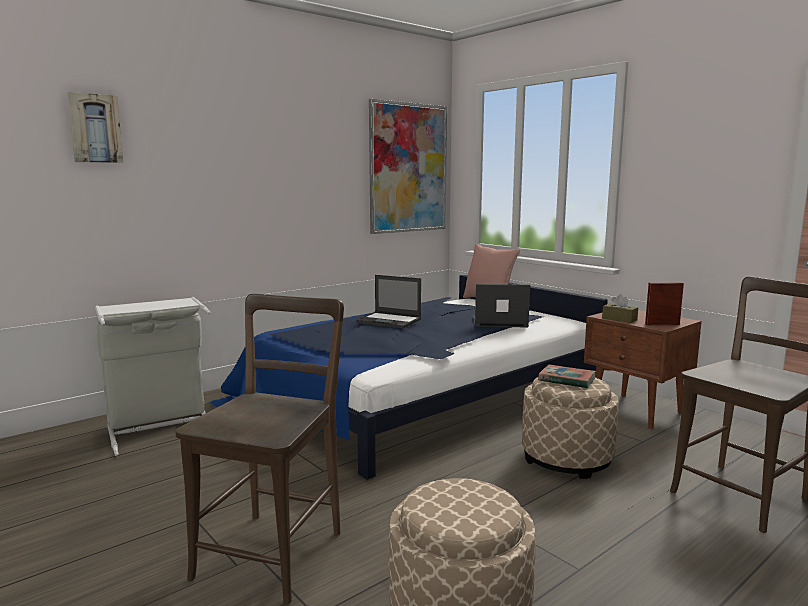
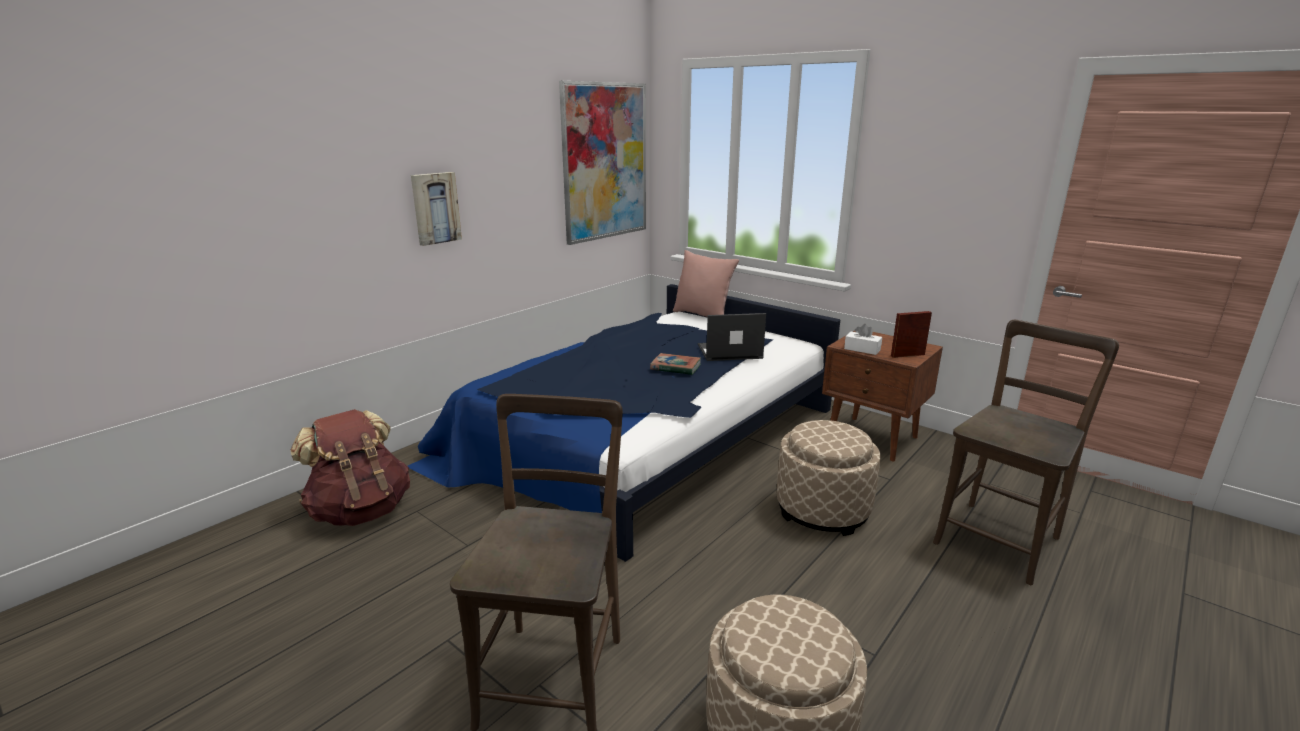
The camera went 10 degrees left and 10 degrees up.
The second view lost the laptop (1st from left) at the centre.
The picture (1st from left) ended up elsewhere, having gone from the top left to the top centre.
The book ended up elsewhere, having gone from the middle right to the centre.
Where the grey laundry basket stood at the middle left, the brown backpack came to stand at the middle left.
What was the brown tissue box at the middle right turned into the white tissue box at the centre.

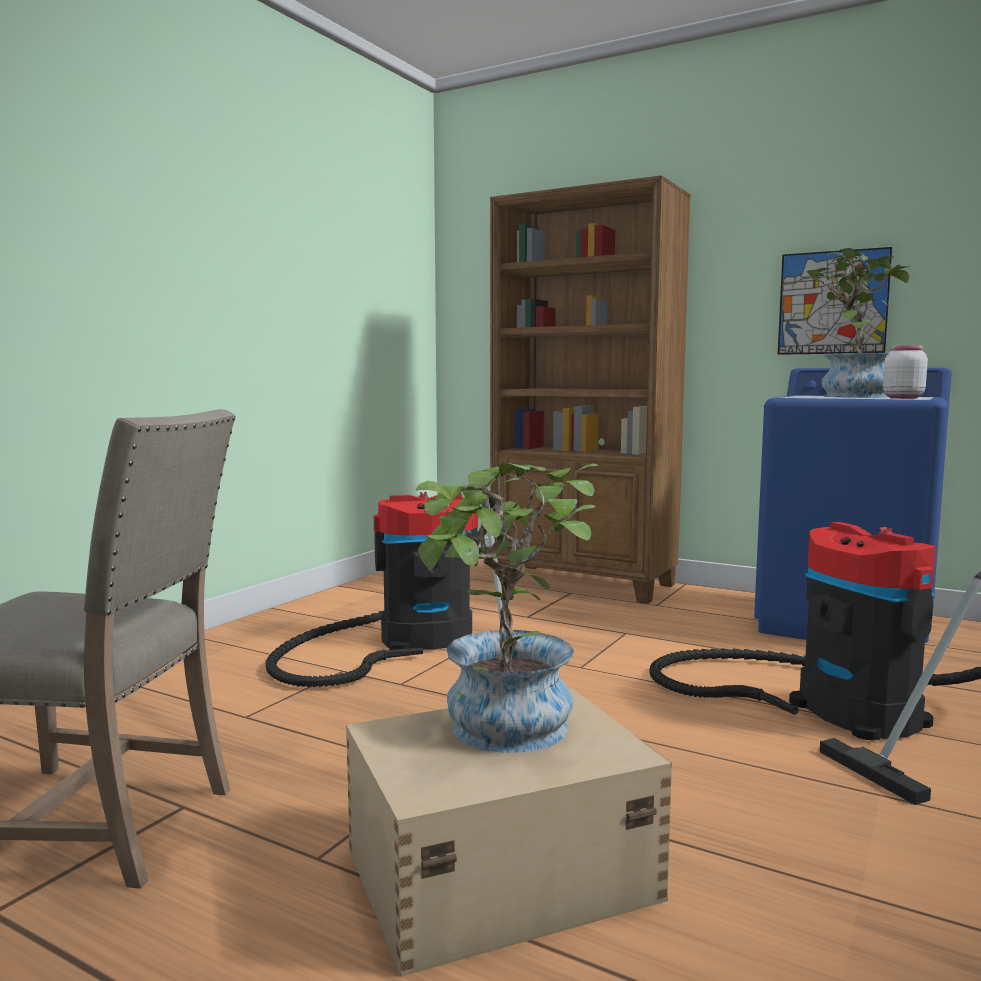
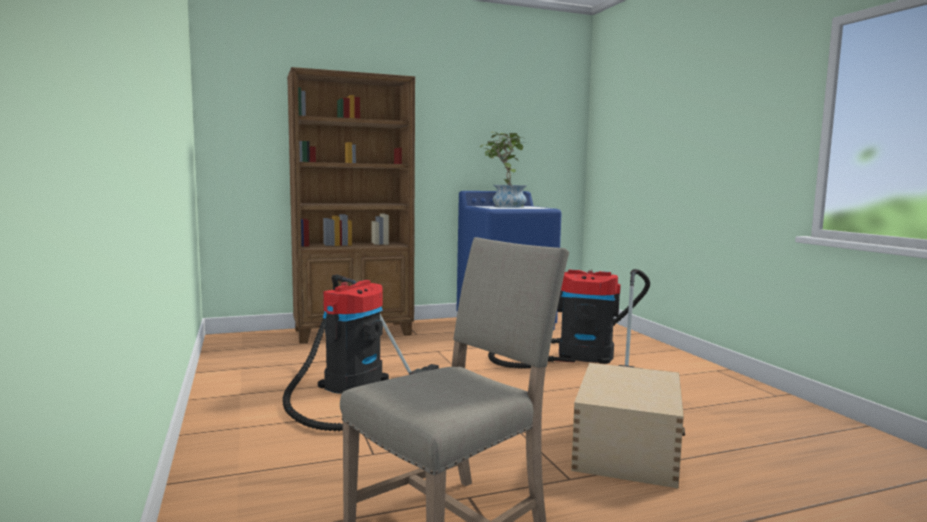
The camera went 50 degrees left and 0 degrees up.
The second view lost the potted plant (1st from left) at the centre.
The second view lost the picture at the top right.
The second view lost the white jar at the middle right.

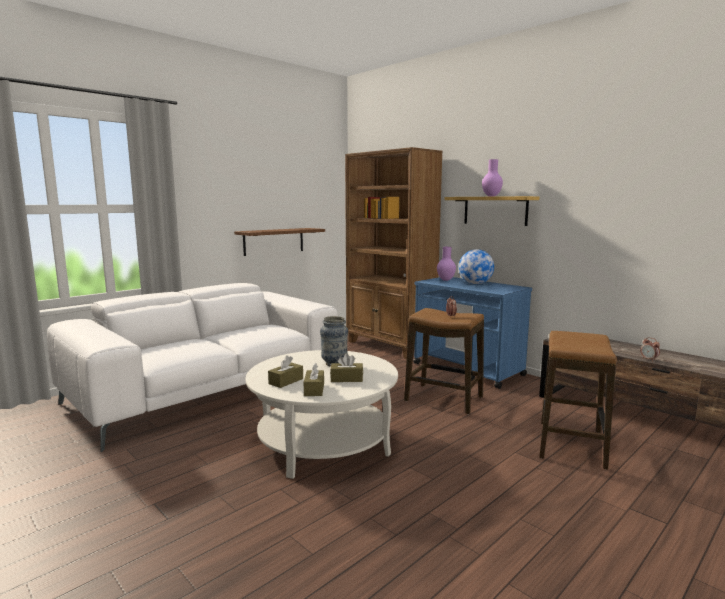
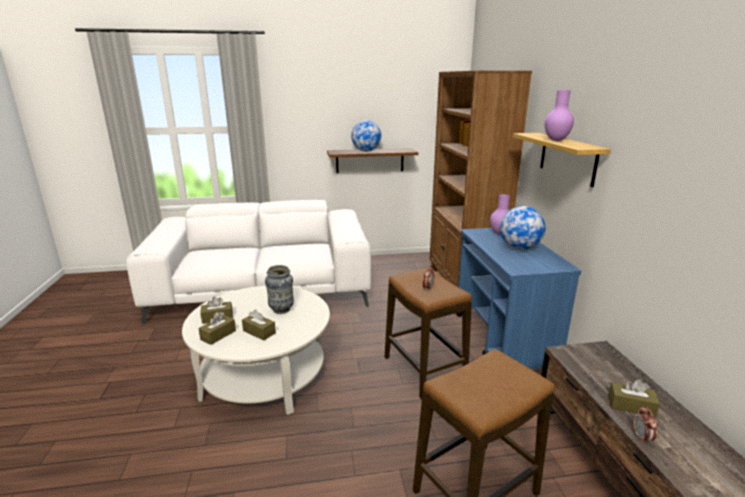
The camera went 35 degrees right and 10 degrees up.
The second view gained the globe (1st from left) at the top centre.
The second view gained the brown tissue box (4th from left) at the bottom right.

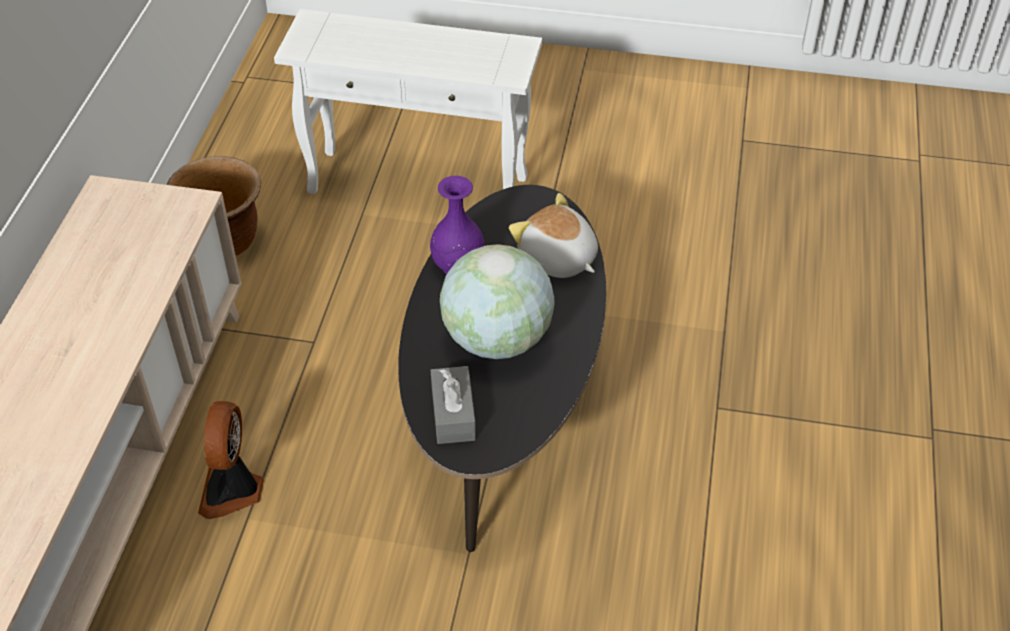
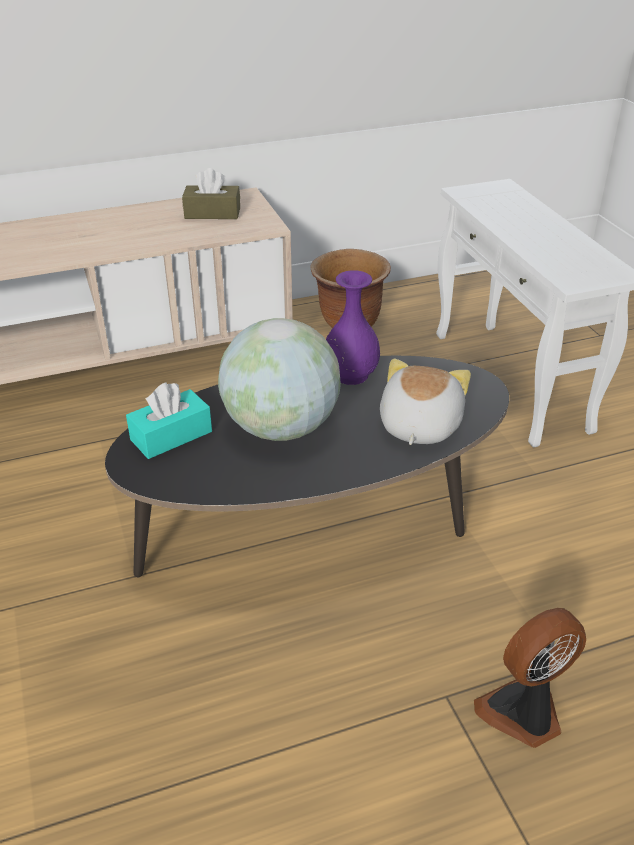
The camera went 60 degrees right and 10 degrees down.
The second view gained the brown tissue box at the top left.
The fan ended up elsewhere, having gone from the bottom left to the bottom right.
What was the grey tissue box at the centre turned into the turquoise tissue box at the middle left.

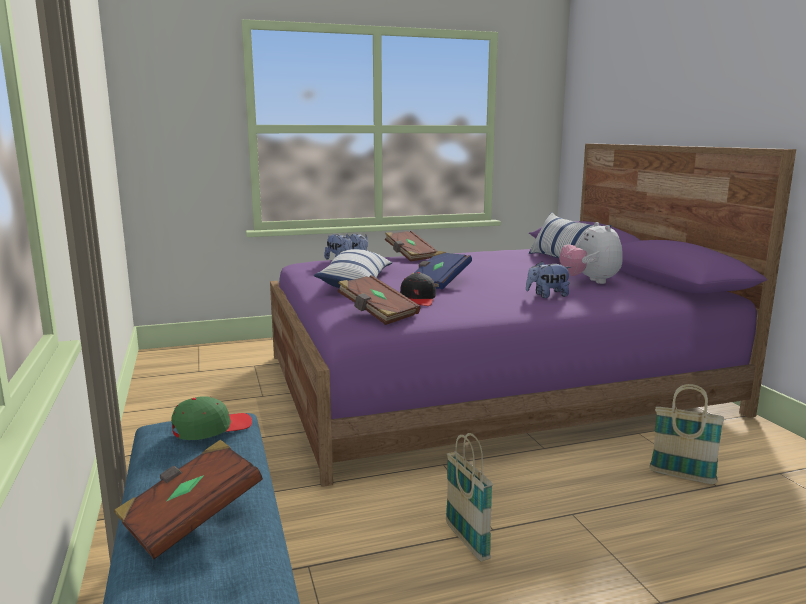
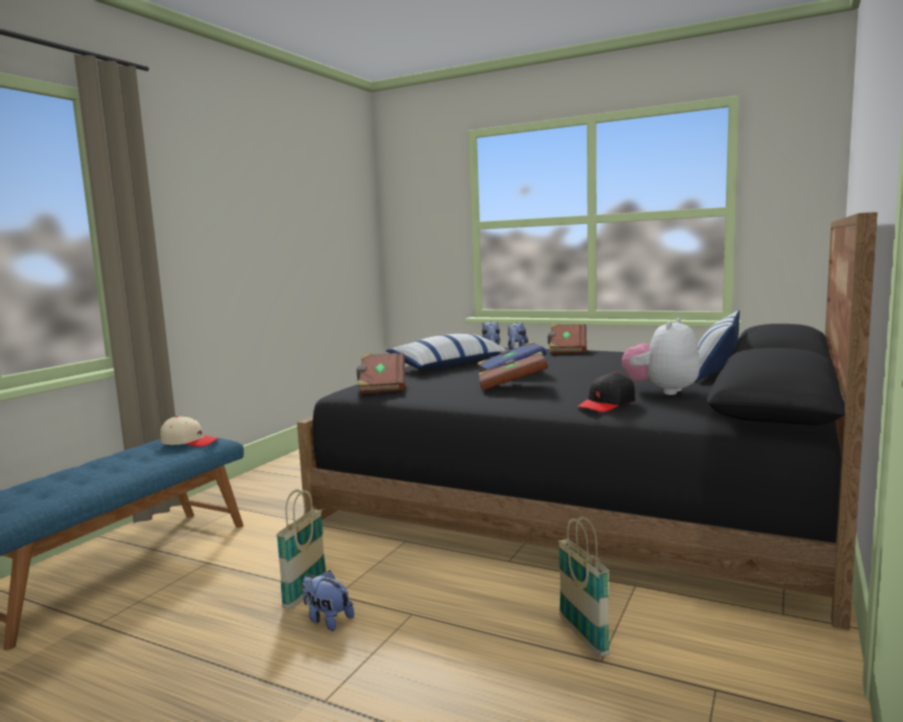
The camera went 45 degrees right and 5 degrees down.
The brown book (1st from left in the first image) ended up elsewhere, having gone from the bottom left to the centre.
The black cap ended up elsewhere, having gone from the centre to the middle right.
The plush toy (3rd from left in the first image) ended up elsewhere, having gone from the middle right to the bottom centre.
What was the green cap at the bottom left turned into the beige cap at the middle left.
What was the purple bed at the centre turned into the black bed at the centre.

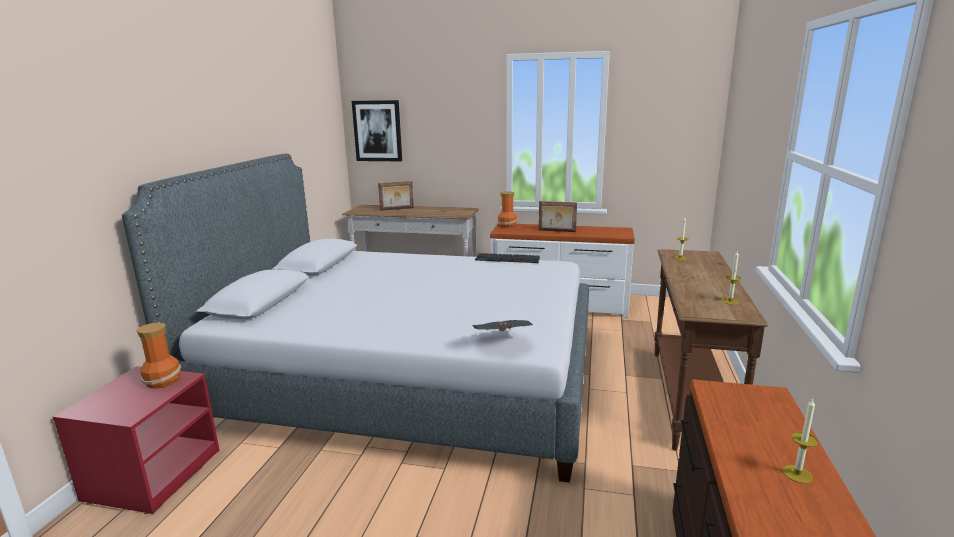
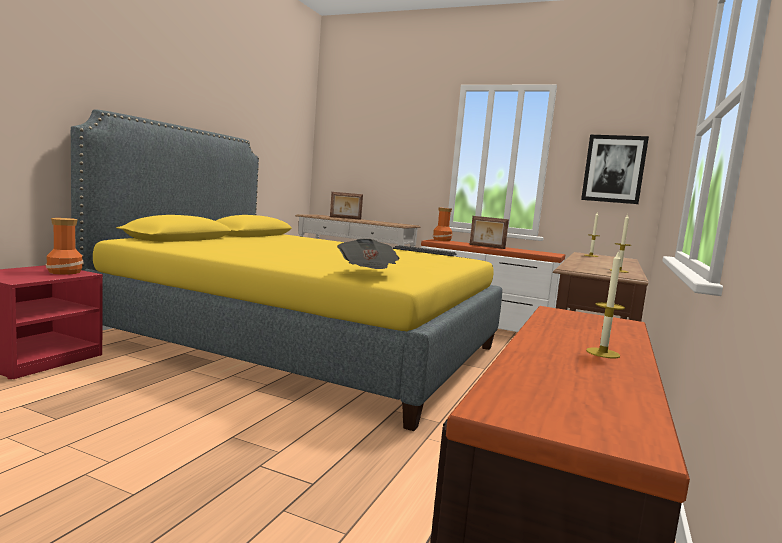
The camera went 10 degrees right and 10 degrees down.
The picture ended up elsewhere, having gone from the top centre to the top right.
What was the grey bed at the centre turned into the yellow bed at the centre.

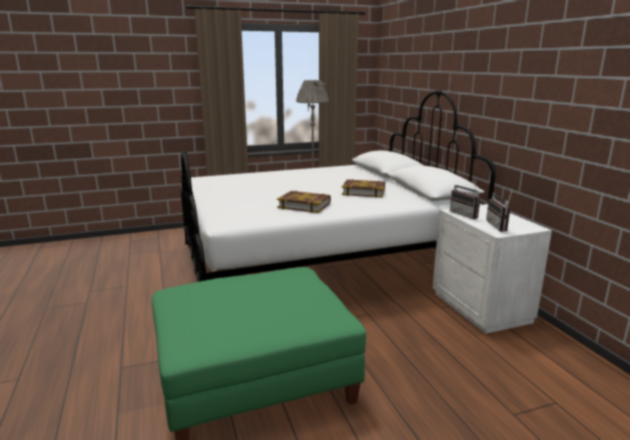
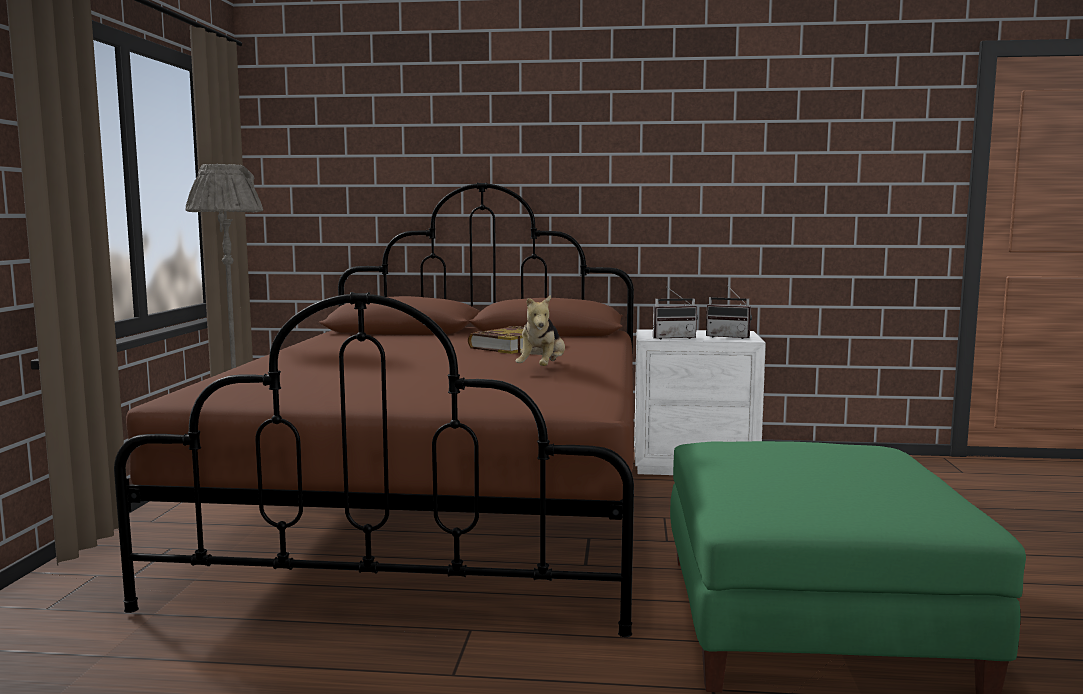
The camera went 65 degrees left and 10 degrees down.
Where the book (1st from left) stood at the centre, the plush toy came to stand at the centre.
What was the white bed at the centre turned into the brown bed at the centre.

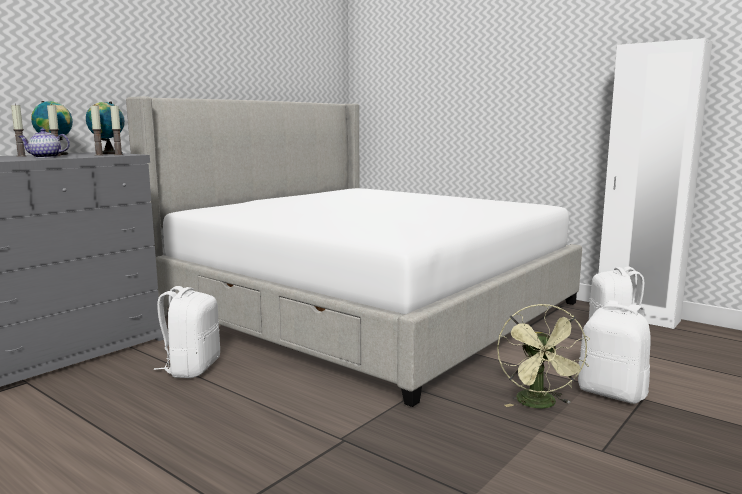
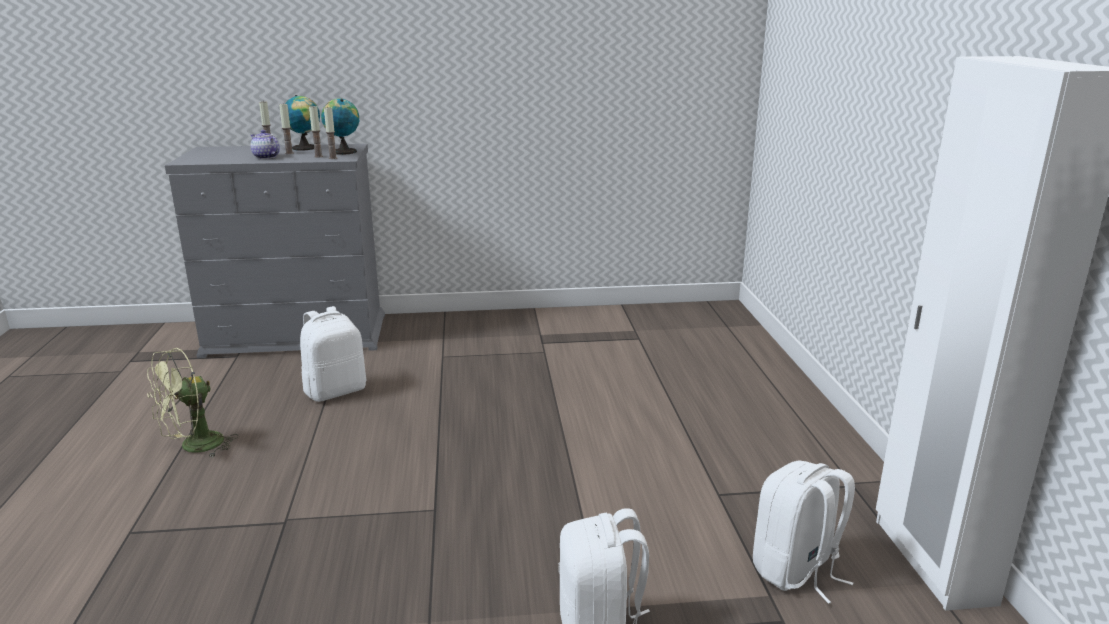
The camera went 45 degrees right and 10 degrees up.
The second view lost the bed at the centre.
The green fan ended up elsewhere, having gone from the bottom right to the middle left.

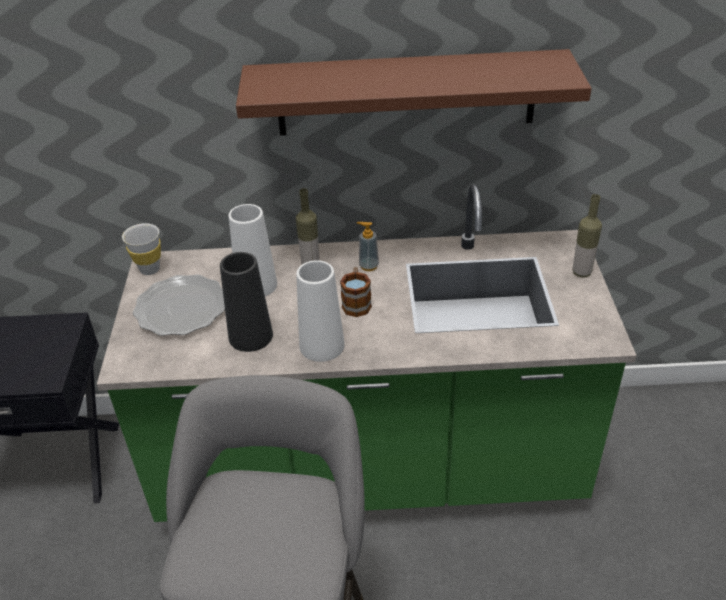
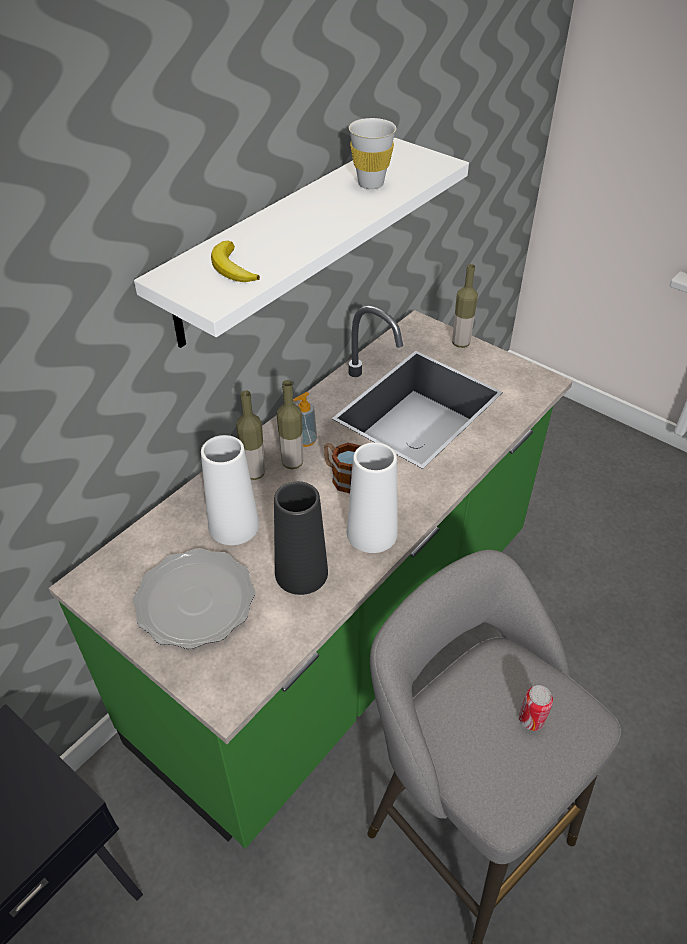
The camera went 50 degrees left and 5 degrees up.
The second view gained the banana at the top centre.
The second view gained the bottle (2nd from left) at the centre.
The second view gained the can at the bottom right.
The white cup ended up elsewhere, having gone from the middle left to the top centre.
What was the brown shelf at the top centre turned into the white shelf at the top centre.

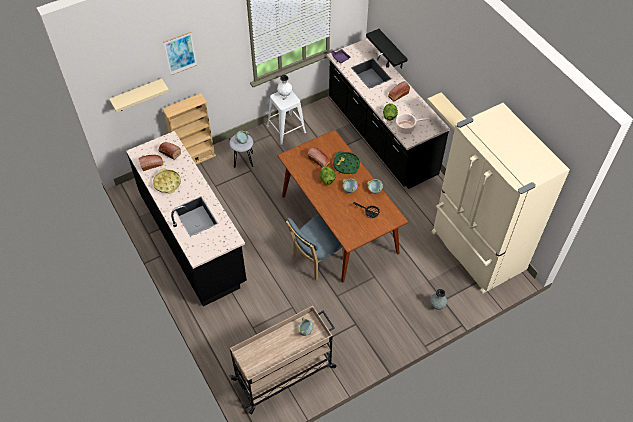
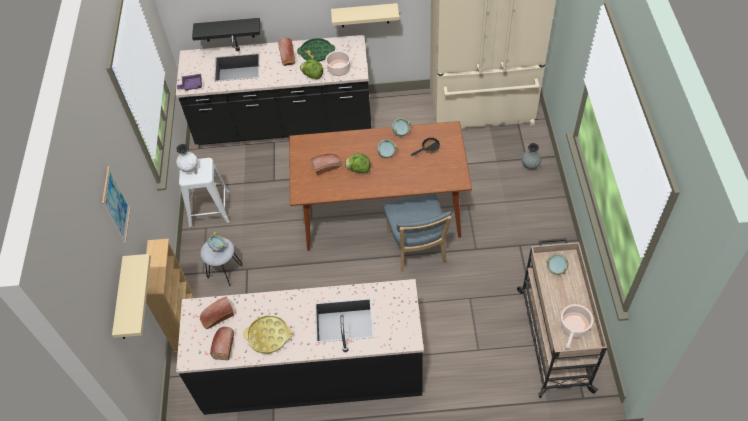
The camera went 60 degrees left and 0 degrees up.
The second view gained the cooking pot (2nd from left) at the bottom right.
The green tray ended up elsewhere, having gone from the centre to the top centre.

